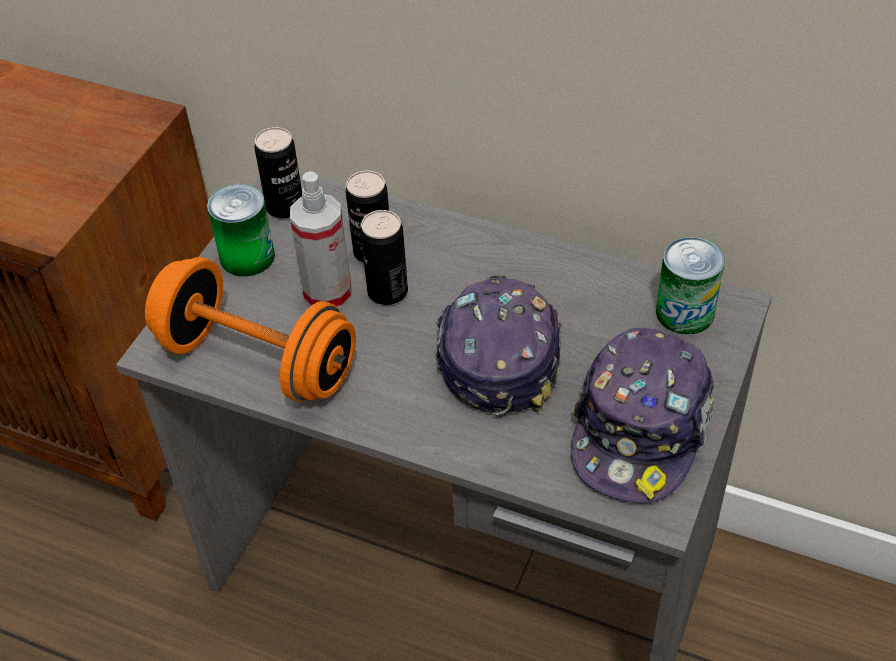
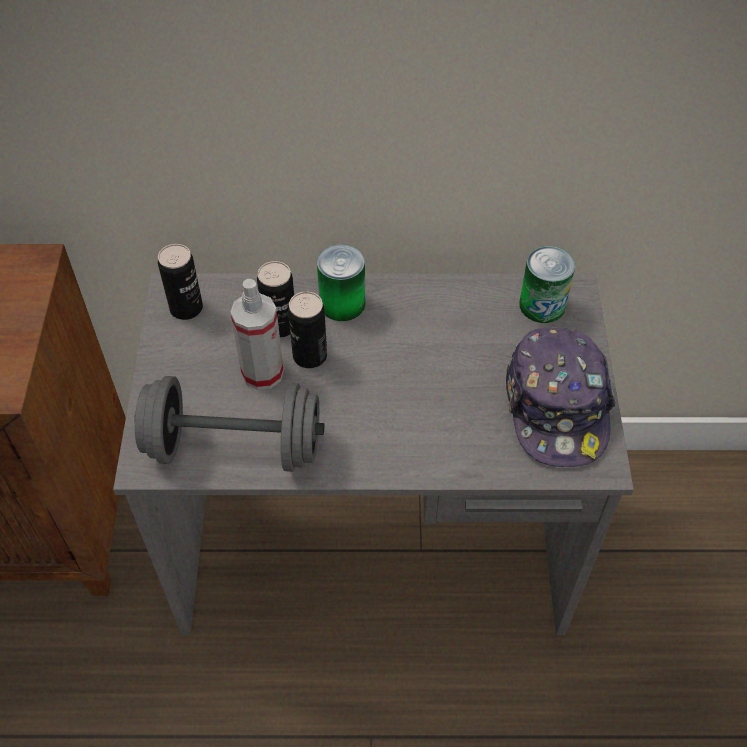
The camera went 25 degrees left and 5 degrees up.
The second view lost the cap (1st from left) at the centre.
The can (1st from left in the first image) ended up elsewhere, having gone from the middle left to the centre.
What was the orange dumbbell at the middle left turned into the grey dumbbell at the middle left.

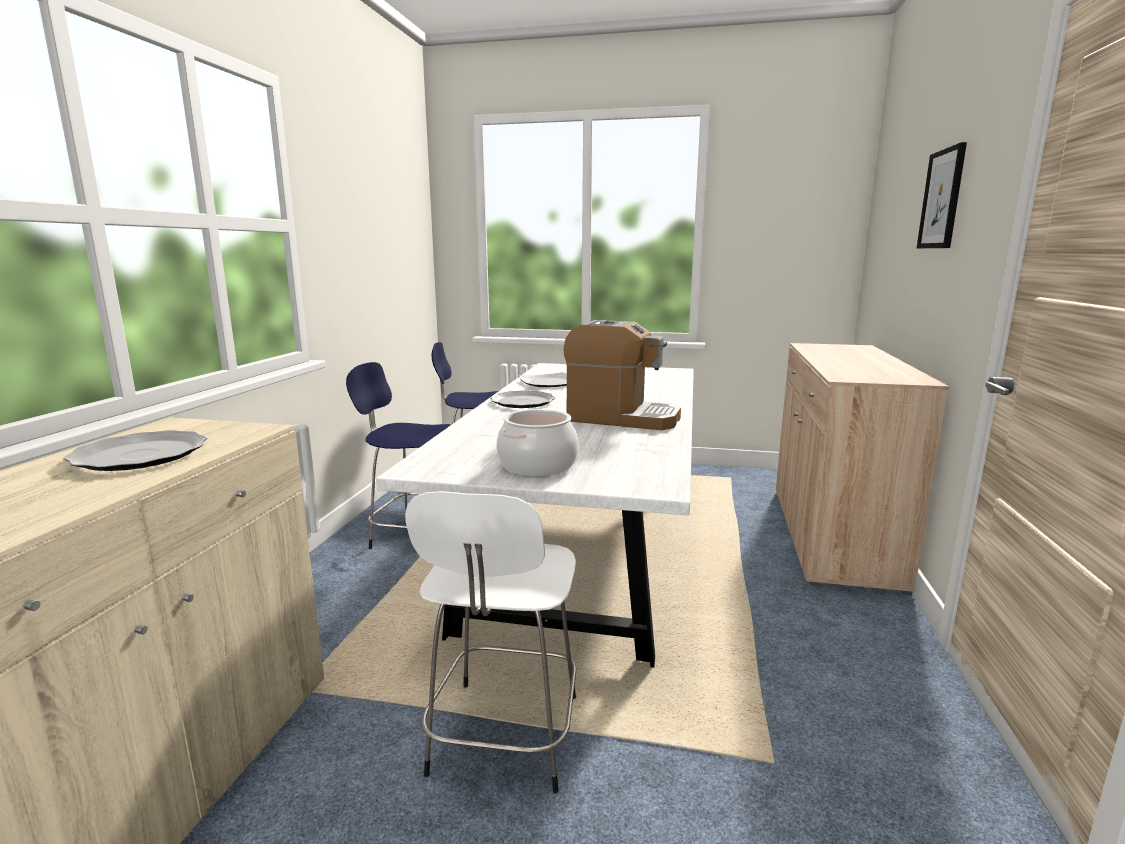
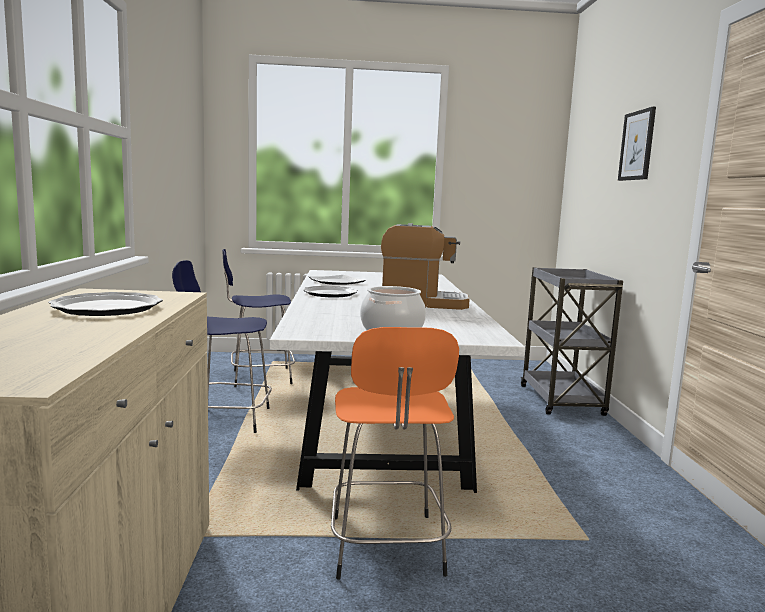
The camera went 15 degrees left and 5 degrees down.
Where the beige cabinet (2nd from left) stood at the middle right, the grey cart came to stand at the middle right.
What was the white stool at the bottom centre turned into the orange stool at the bottom centre.

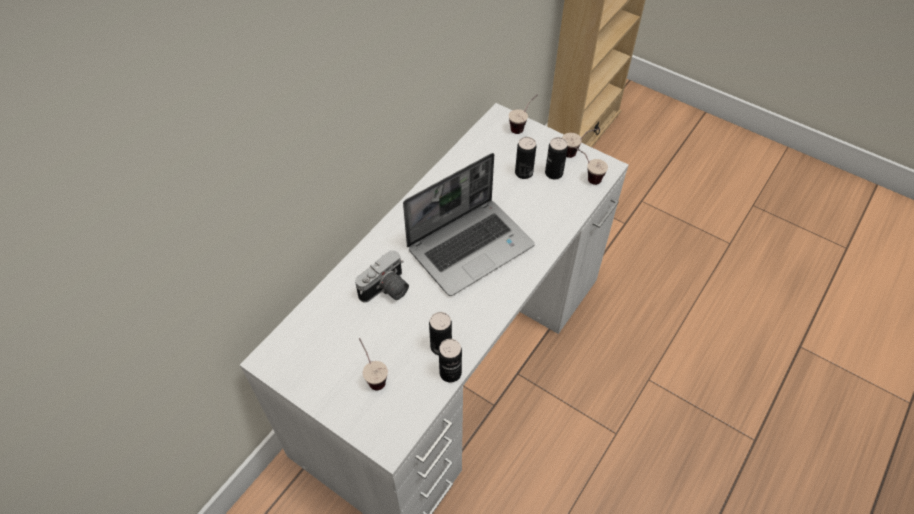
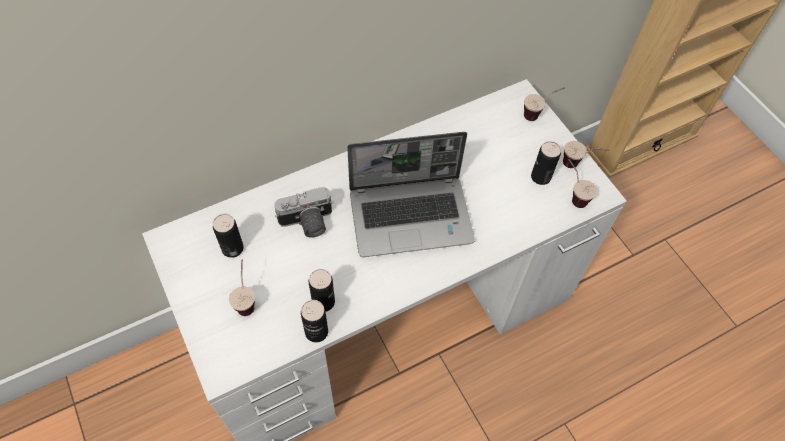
The camera went 25 degrees right and 5 degrees up.
The can (3rd from left in the first image) ended up elsewhere, having gone from the top centre to the middle left.

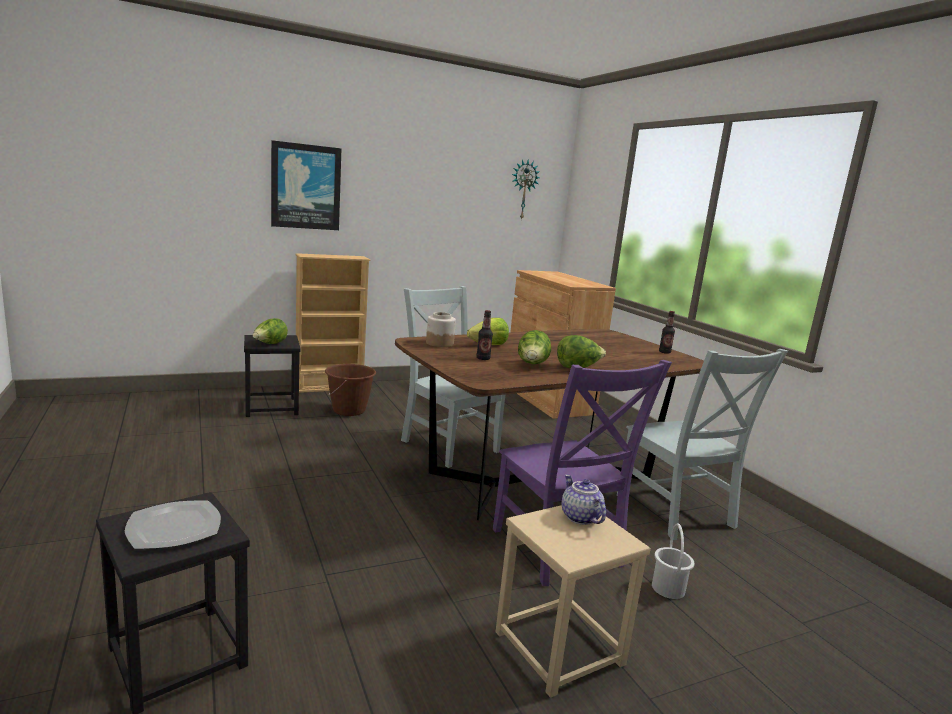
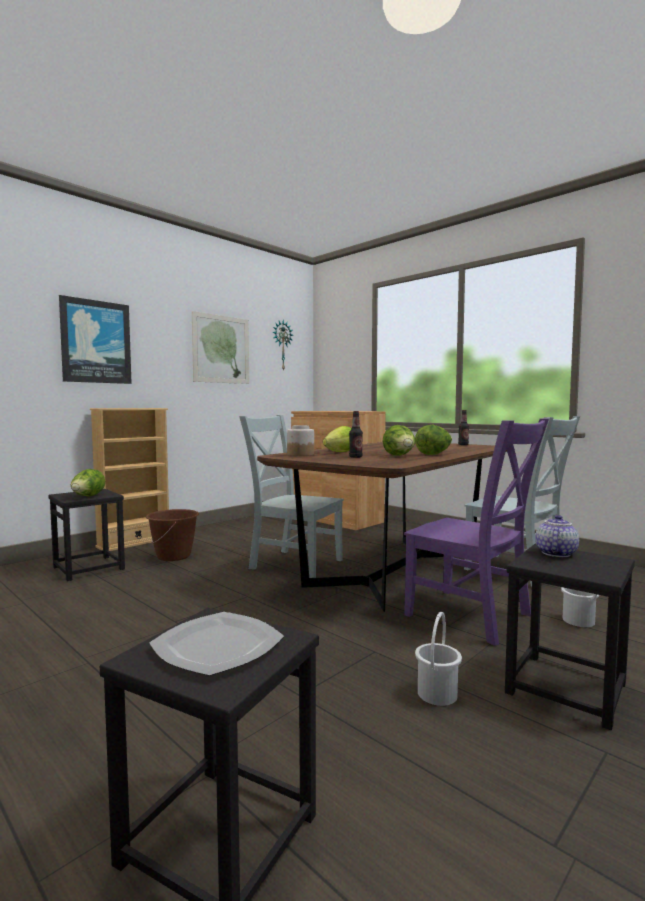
The camera went 20 degrees left and 10 degrees down.
The second view gained the picture (2nd from left) at the centre.
The second view gained the white bucket (1st from left) at the bottom right.
What was the beige stool at the bottom centre turned into the black stool (3rd from left) at the bottom right.
The teapot at the bottom centre ended up facing another way, 75 degrees clockwise from before.

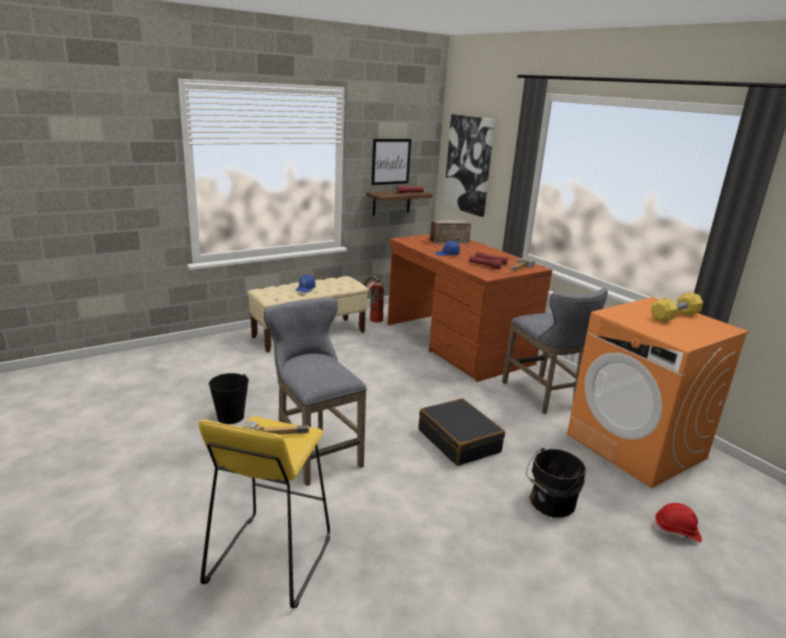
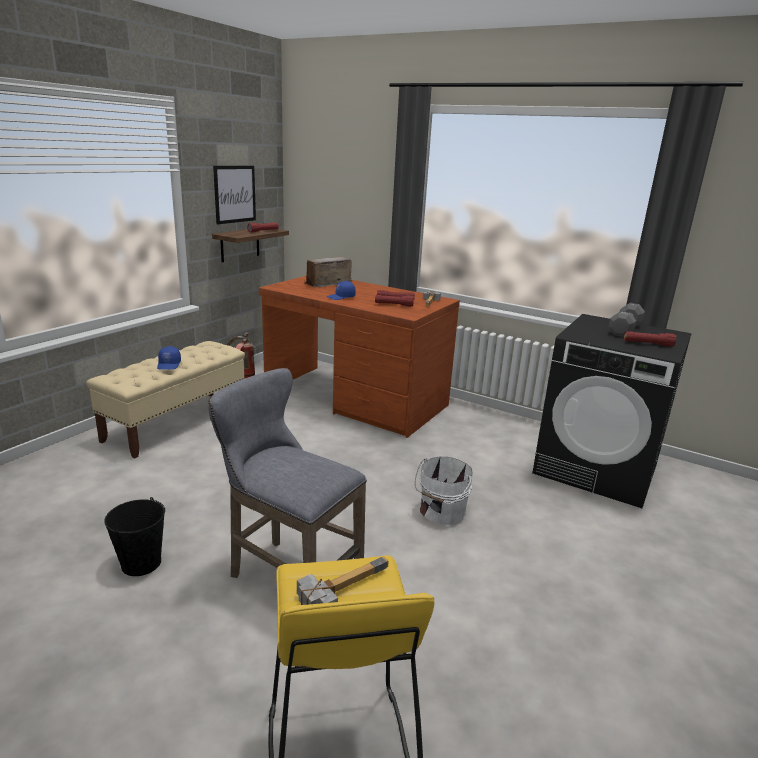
The camera went 25 degrees left and 0 degrees up.
The second view lost the picture (2nd from left) at the top centre.
The second view lost the grey stool (2nd from left) at the middle right.
The second view lost the black bucket (2nd from left) at the bottom right.
The second view lost the red hard hat at the bottom right.
The second view gained the red flashlight (4th from left) at the middle right.
Where the black suitcase stood at the bottom centre, the white bucket came to stand at the centre.
What was the orange washing machine at the middle right turned into the black washing machine at the middle right.
What was the yellow dumbbell at the middle right turned into the grey dumbbell at the middle right.

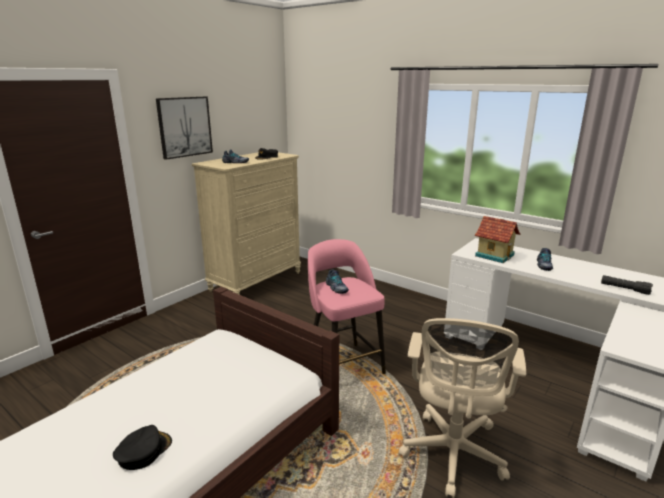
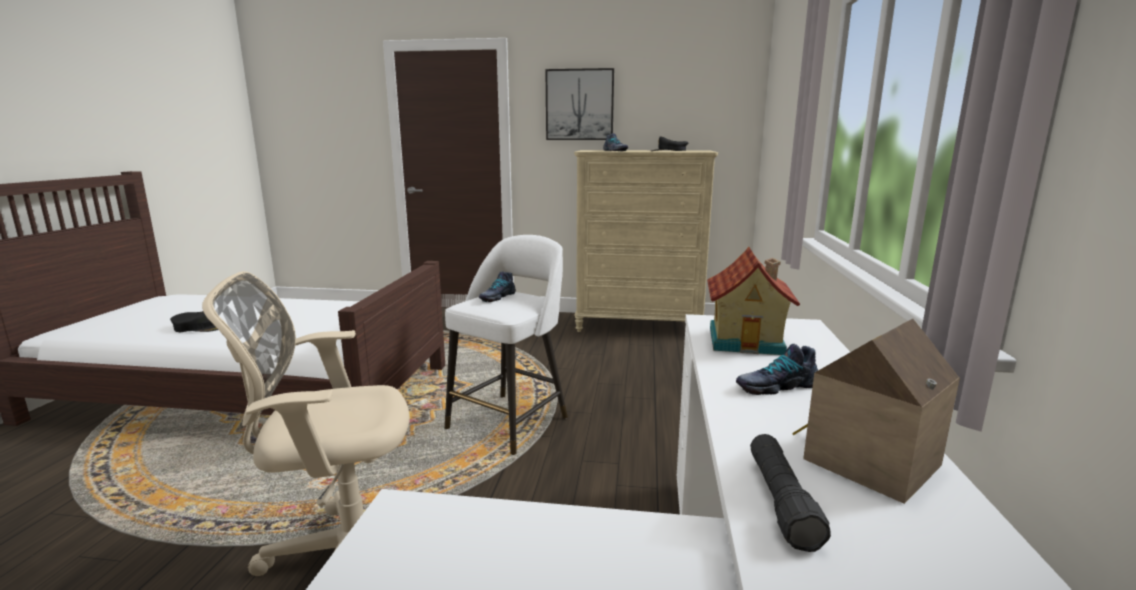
The camera went 60 degrees right and 5 degrees down.
The second view gained the toy house (2nd from left) at the bottom right.
What was the pink stool at the centre turned into the white stool at the centre.

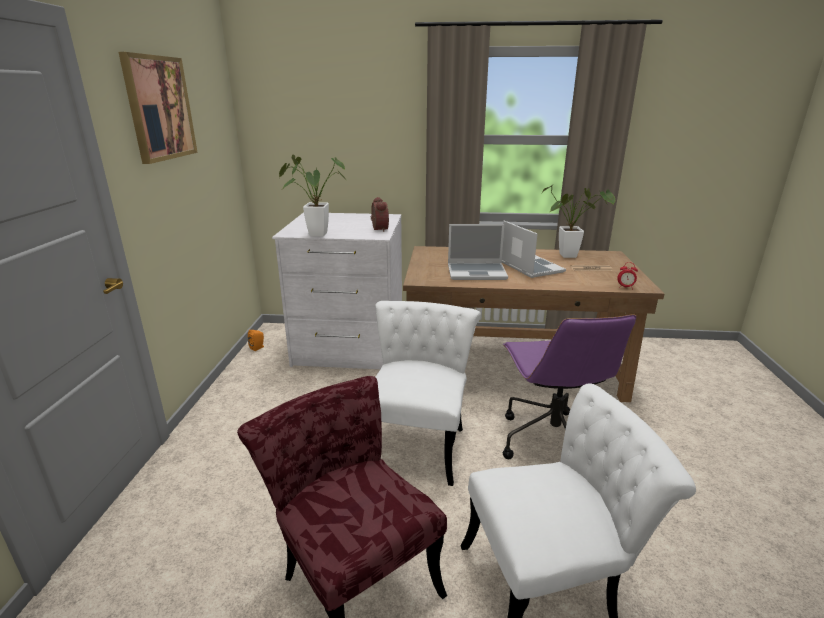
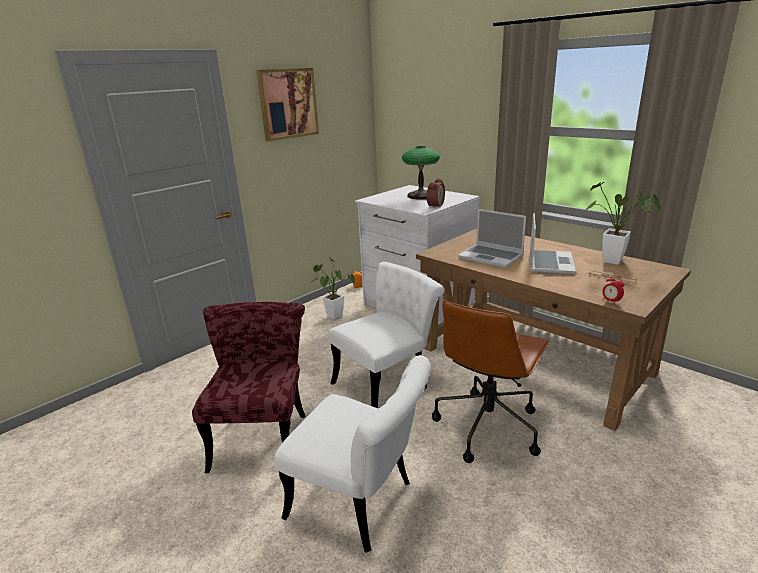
The camera went 40 degrees right and 0 degrees up.
The second view gained the table lamp at the top centre.
The potted plant (1st from left) ended up elsewhere, having gone from the top centre to the centre.
What was the purple office chair at the middle right turned into the brown office chair at the bottom centre.

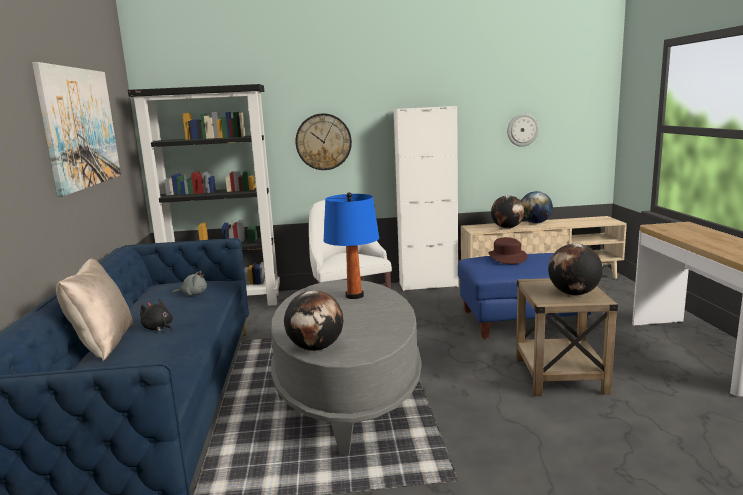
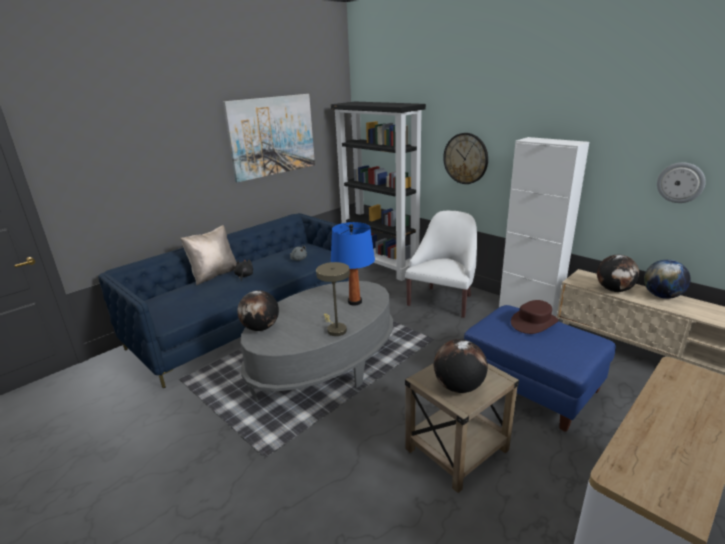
The camera went 50 degrees right and 10 degrees up.
The second view gained the beige table lamp at the centre.

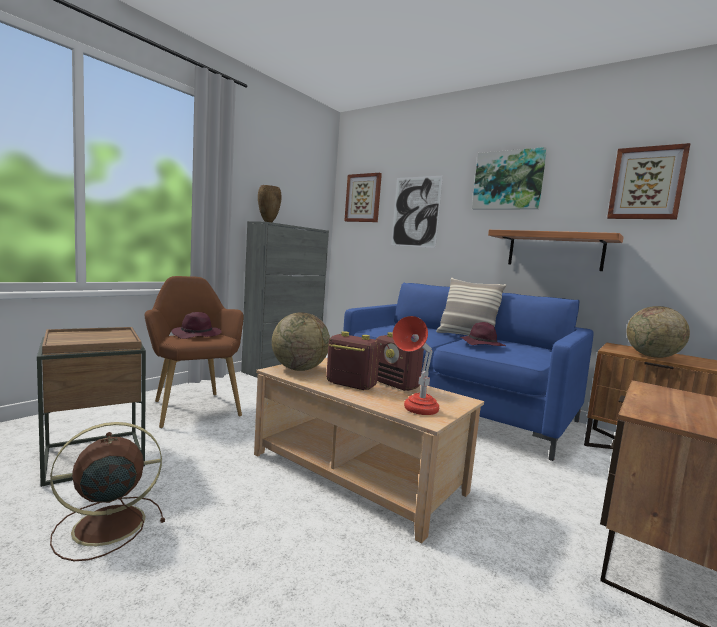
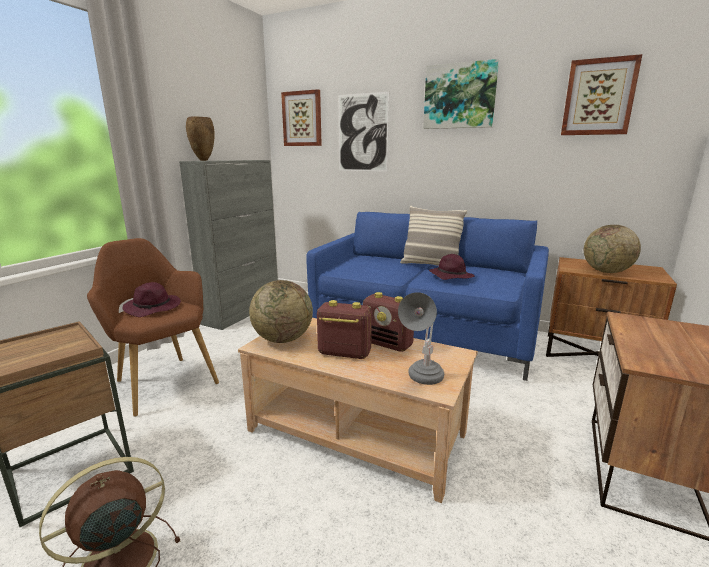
The camera went 10 degrees left and 10 degrees up.
The second view lost the shelf at the middle right.
What was the red table lamp at the centre turned into the grey table lamp at the centre.

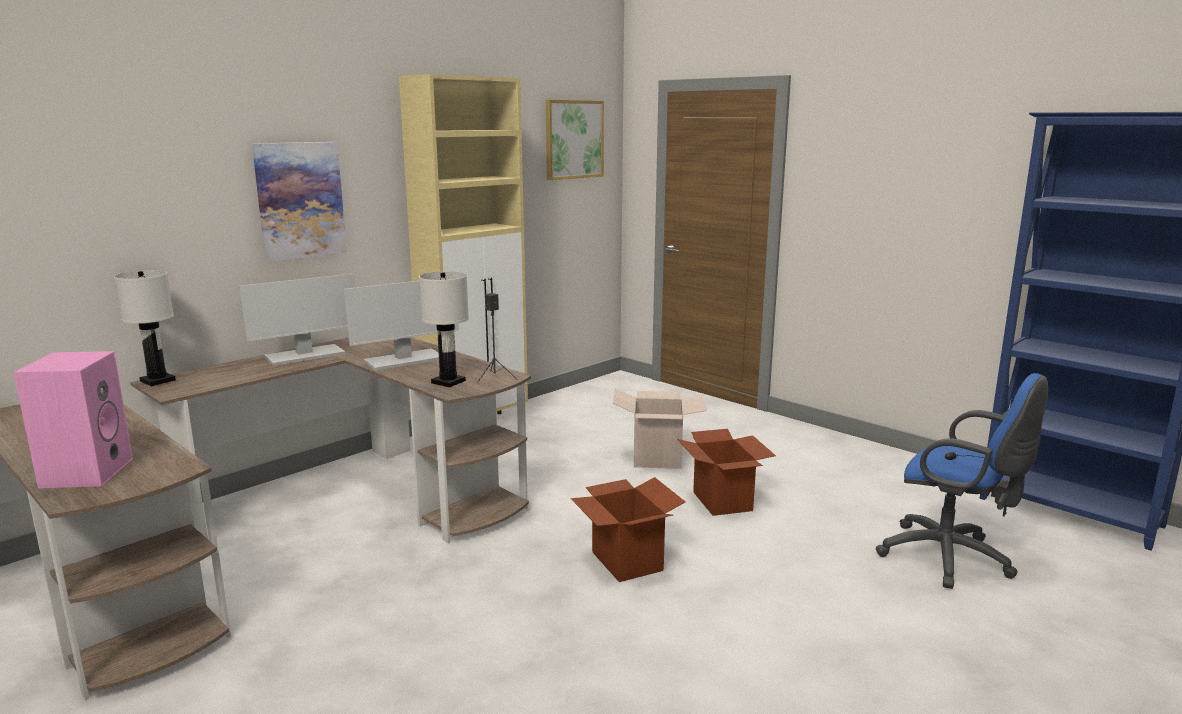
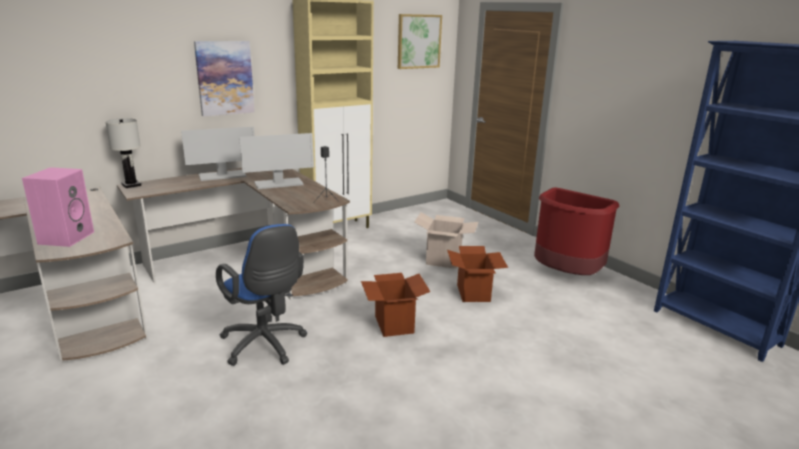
The camera went 10 degrees right and 5 degrees up.
The second view lost the white table lamp (2nd from left) at the centre.
The second view gained the red trash can at the middle right.
The blue office chair ended up elsewhere, having gone from the bottom right to the middle left.

